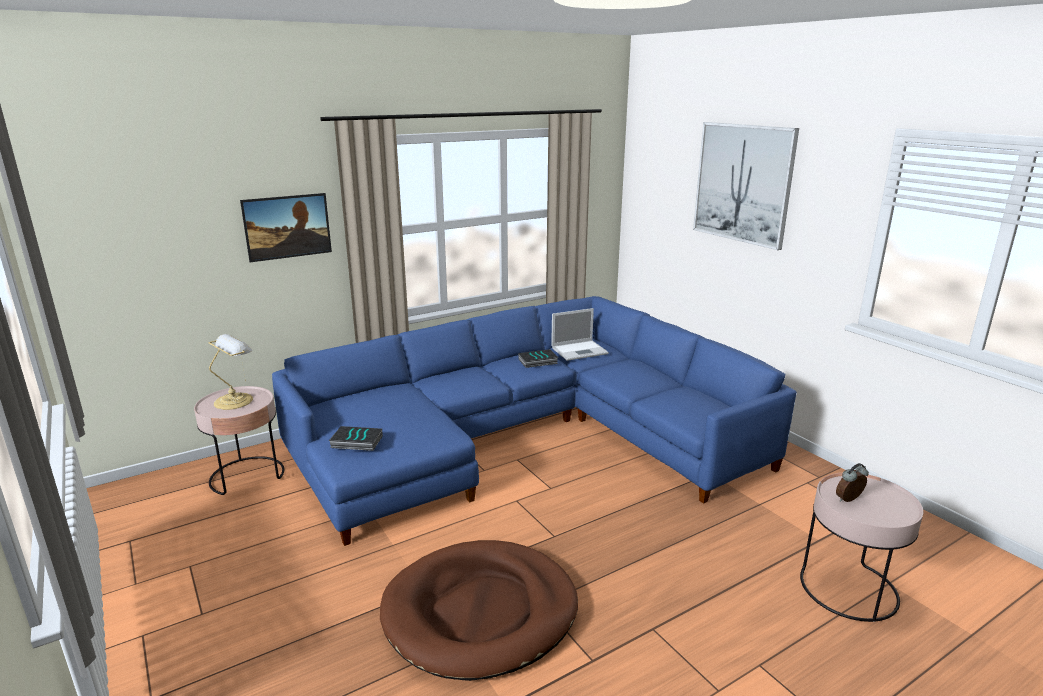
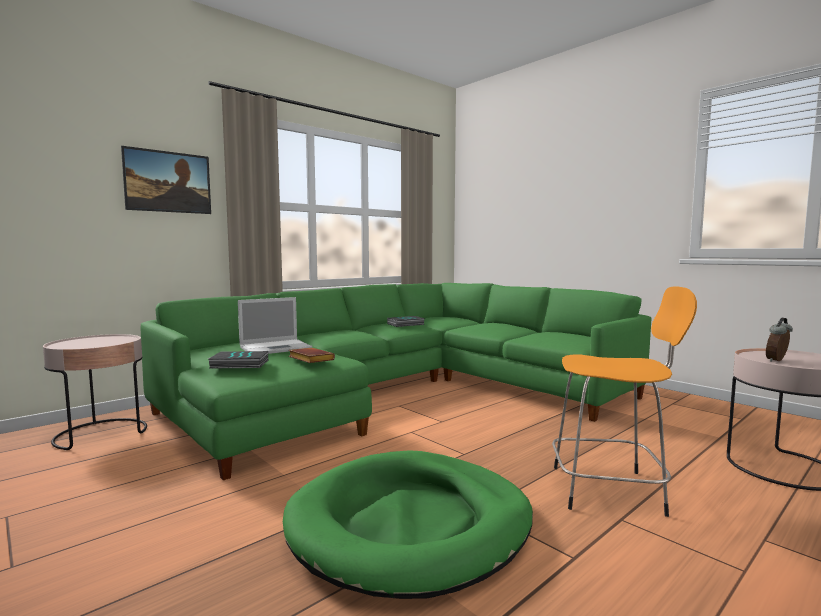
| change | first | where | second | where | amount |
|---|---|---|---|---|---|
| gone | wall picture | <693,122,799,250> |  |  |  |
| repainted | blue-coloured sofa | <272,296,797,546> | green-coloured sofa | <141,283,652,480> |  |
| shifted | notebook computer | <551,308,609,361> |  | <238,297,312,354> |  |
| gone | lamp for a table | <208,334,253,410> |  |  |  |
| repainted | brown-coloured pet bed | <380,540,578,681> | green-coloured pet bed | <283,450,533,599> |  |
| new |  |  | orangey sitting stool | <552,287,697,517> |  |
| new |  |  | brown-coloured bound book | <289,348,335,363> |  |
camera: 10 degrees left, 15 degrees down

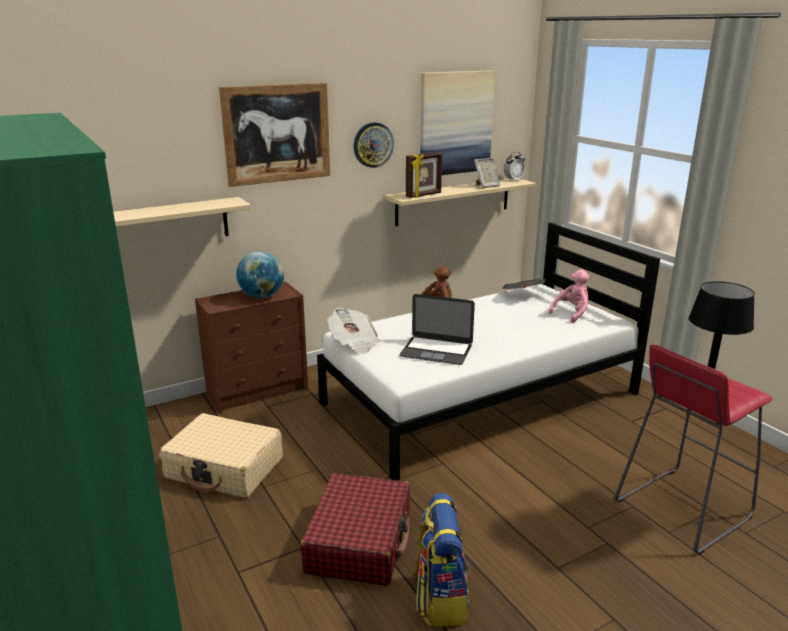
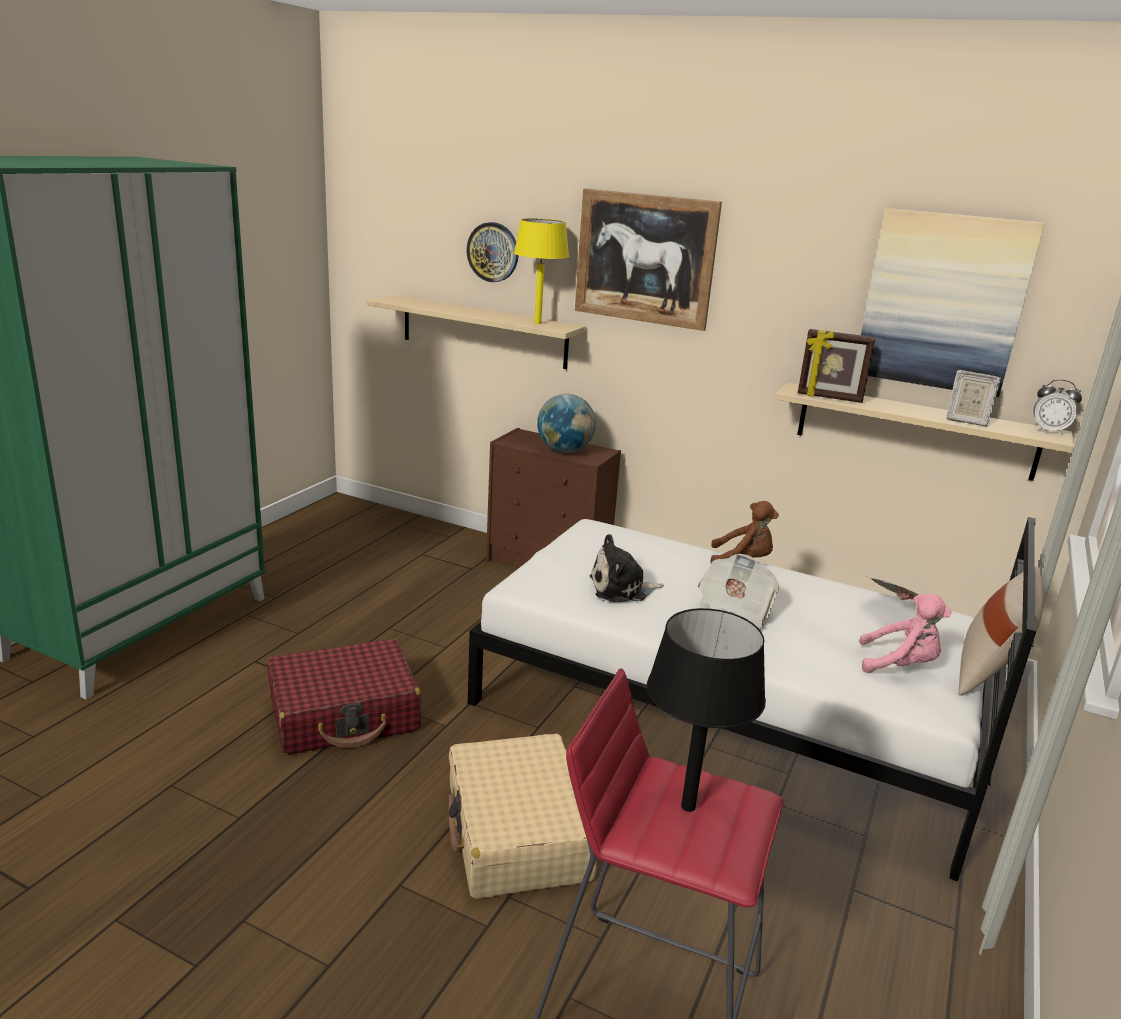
| change | first | where | second | where | amount |
|---|---|---|---|---|---|
| shifted | clock on the wall | <354,122,394,168> |  | <466,222,519,282> |  |
| swapped | notebook computer | <399,294,475,365> | cuddly toy | <590,534,664,602> |  |
| shifted | daily paper | <327,308,380,354> |  | <698,554,779,628> |  |
| shifted | beige-coloured suitcase | <159,413,283,498> |  | <449,734,597,899> |  |
| gone | rucksack | <414,493,471,626> |  |  |  |
| new |  |  | yellow lamp for a table | <514,218,569,324> |  |
| new |  |  | beige-coloured cushion | <958,567,1044,696> |  |
camera: 55 degrees right, 0 degrees up

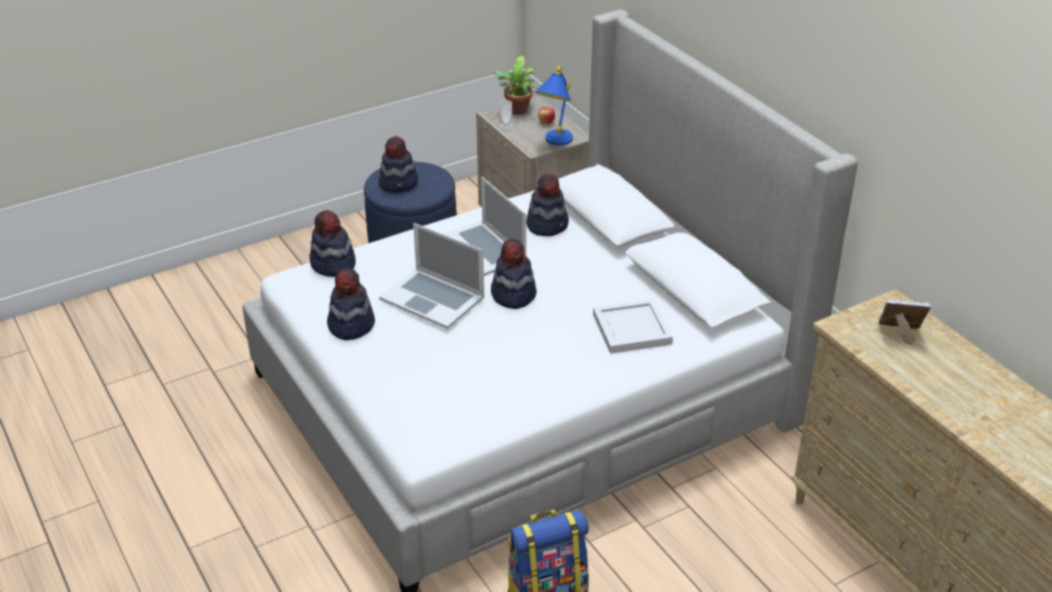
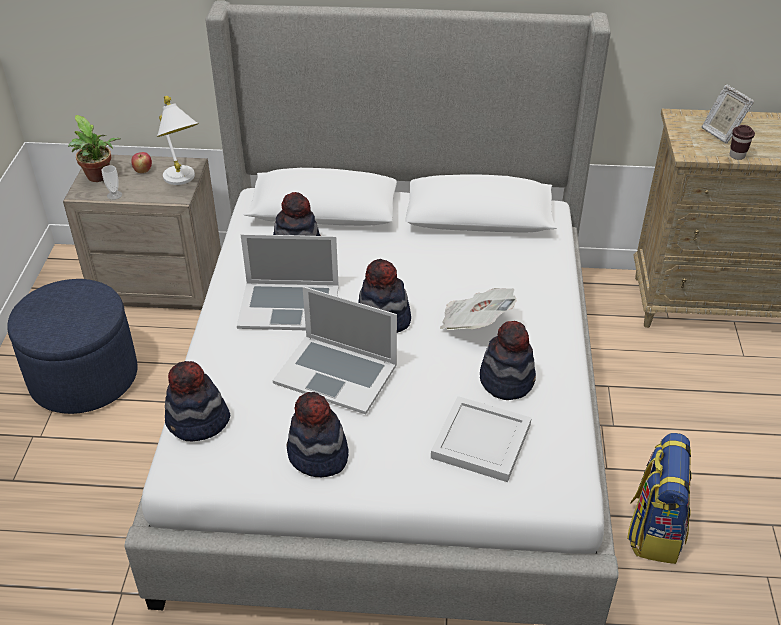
| change | first | where | second | where | amount |
|---|---|---|---|---|---|
| repainted | blue-coloured lamp for a table | <535,66,573,145> | white-coloured lamp for a table | <157,96,199,185> |  |
| shifted | wearable hat | <379,136,418,193> |  | <480,321,536,400> |  |
| rotated | notebook computer | <379,223,484,329> |  | <273,286,397,414> | 45 degrees clockwise |
| shifted | white-coloured carrying tray | <593,299,673,353> |  | <431,396,532,482> |  |
| rotated | picture frame | <878,299,932,345> |  | <702,84,754,144> | 75 degrees counterclockwise |
| new |  |  | brown-coloured small cup | <730,125,755,160> |  |
| new |  |  | daily paper | <440,288,516,330> |  |
camera: 55 degrees left, 5 degrees up

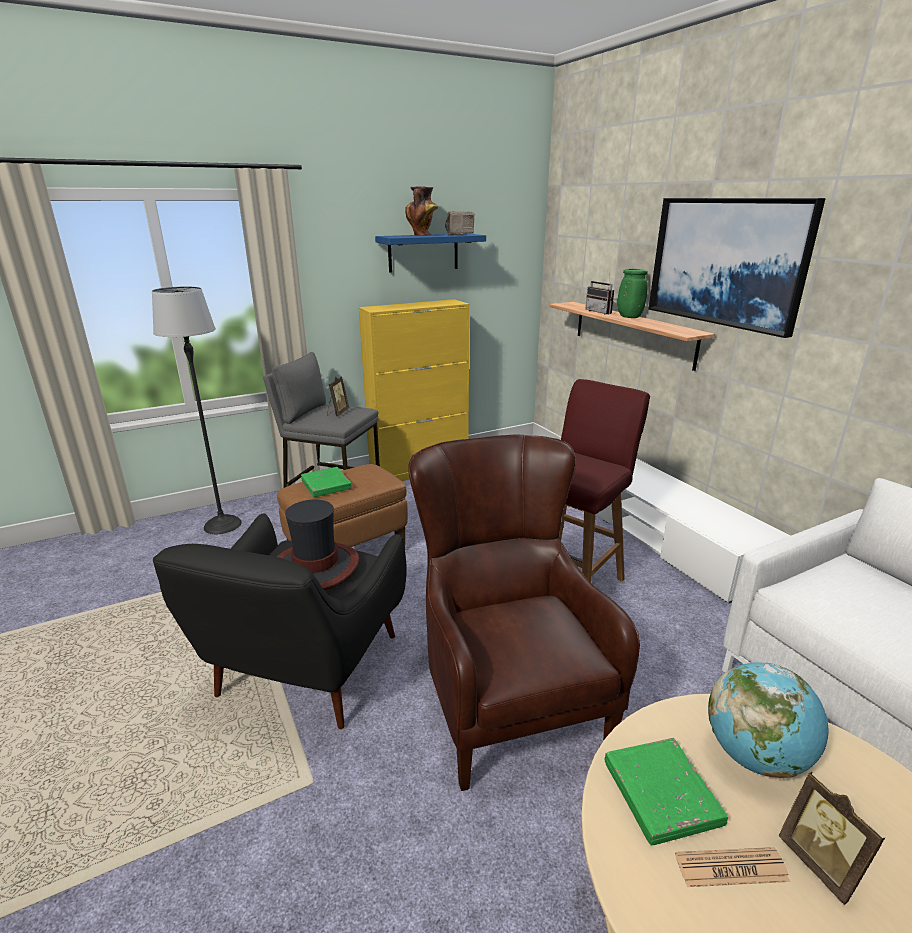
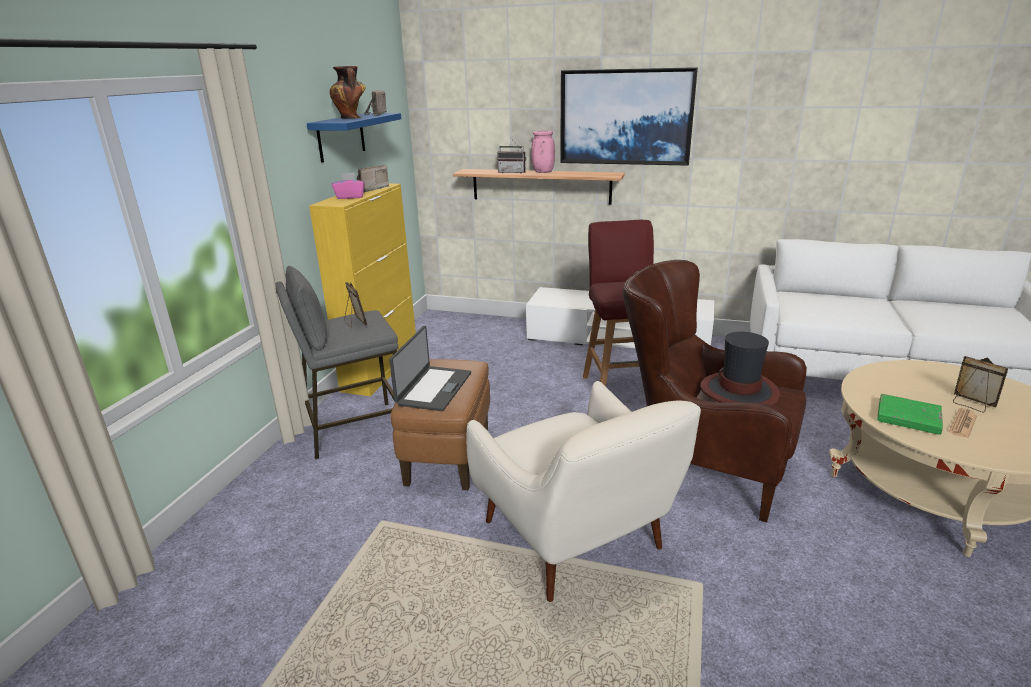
| change | first | where | second | where | amount |
|---|---|---|---|---|---|
| repainted | green-coloured decorative vase | <617,269,648,318> | pinkish decorative vase | <531,131,555,173> |  |
| gone | standard lamp | <152,286,242,534> |  |  |  |
| swapped | green-coloured bound book | <301,467,352,497> | notebook computer | <389,326,471,411> |  |
| shifted | wearable hat | <277,500,359,590> |  | <700,332,780,405> |  |
| repainted | blackish lounge chair | <153,513,407,729> | white-coloured lounge chair | <467,381,701,602> |  |
| gone | globe | <708,662,829,778> |  |  |  |
| rotated | picture frame | <778,772,885,905> |  | <953,356,1008,413> | 150 degrees counterclockwise |
| new |  |  | radio receiver | <356,165,389,192> |  |
| new |  |  | pinkish box of tissues | <332,172,365,199> |  |
camera: 45 degrees left, 0 degrees up

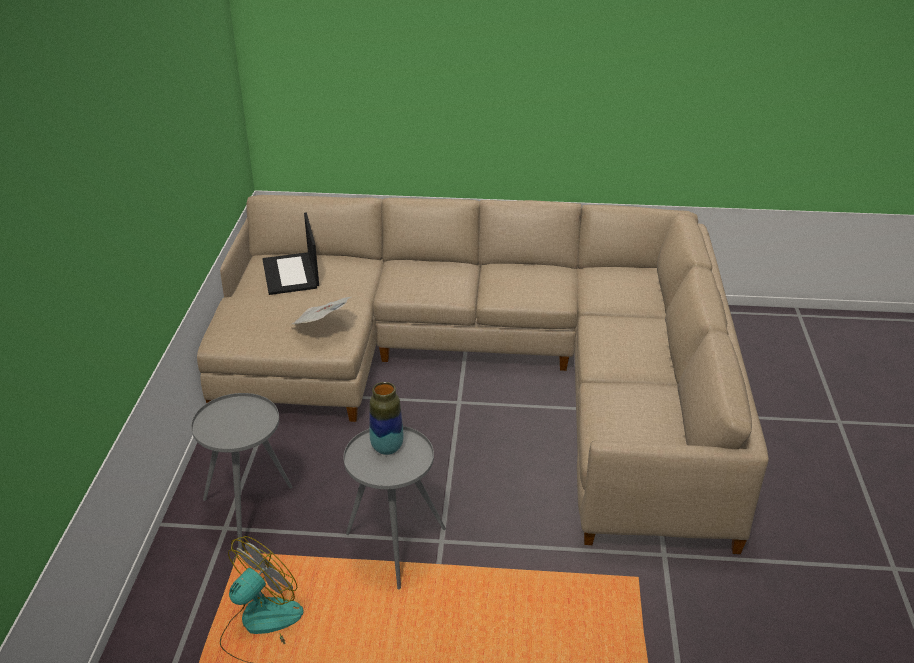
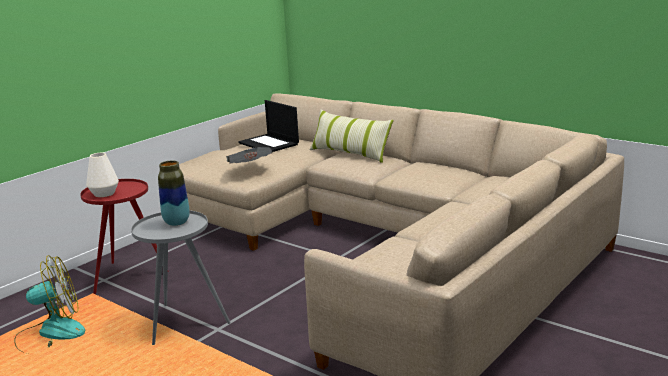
| change | first | where | second | where | amount |
|---|---|---|---|---|---|
| rotated | notebook computer | <262,213,319,295> |  | <238,100,299,152> | 60 degrees counterclockwise |
| repainted | grey side table | <191,393,292,550> | red side table | <80,179,169,294> |  |
| new |  |  | cushion | <309,109,394,163> |  |
| new |  |  | white-coloured decorative vase | <86,153,119,197> |  |
camera: 35 degrees right, 15 degrees down

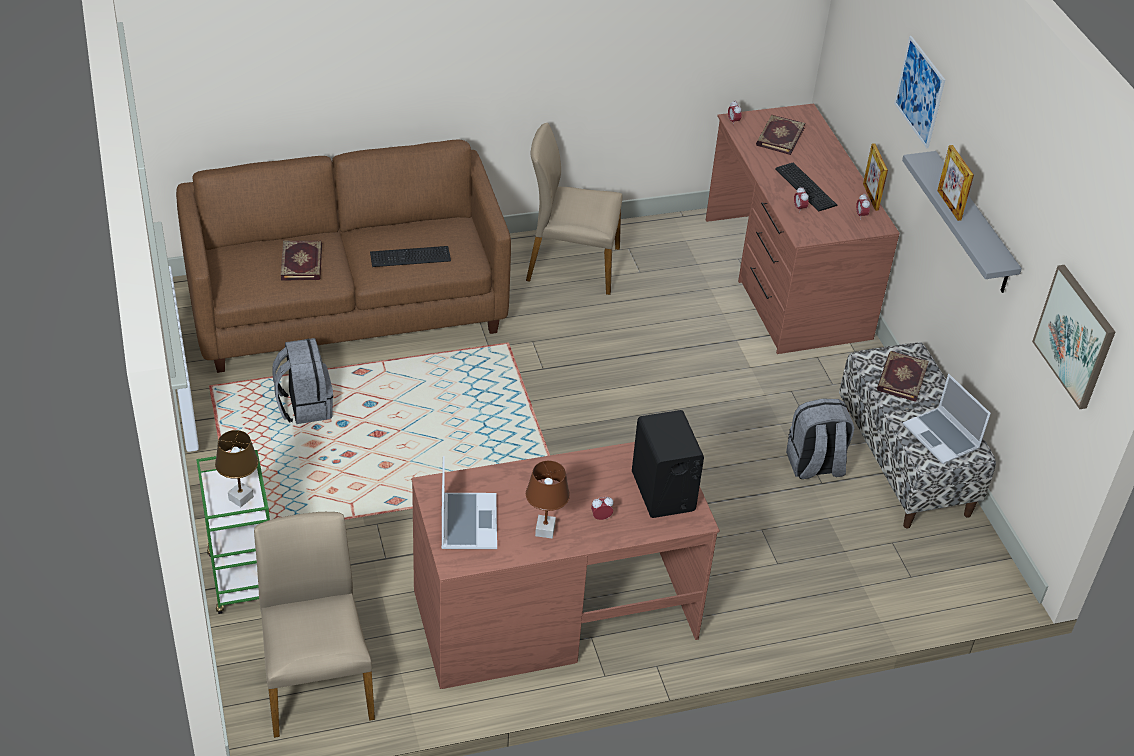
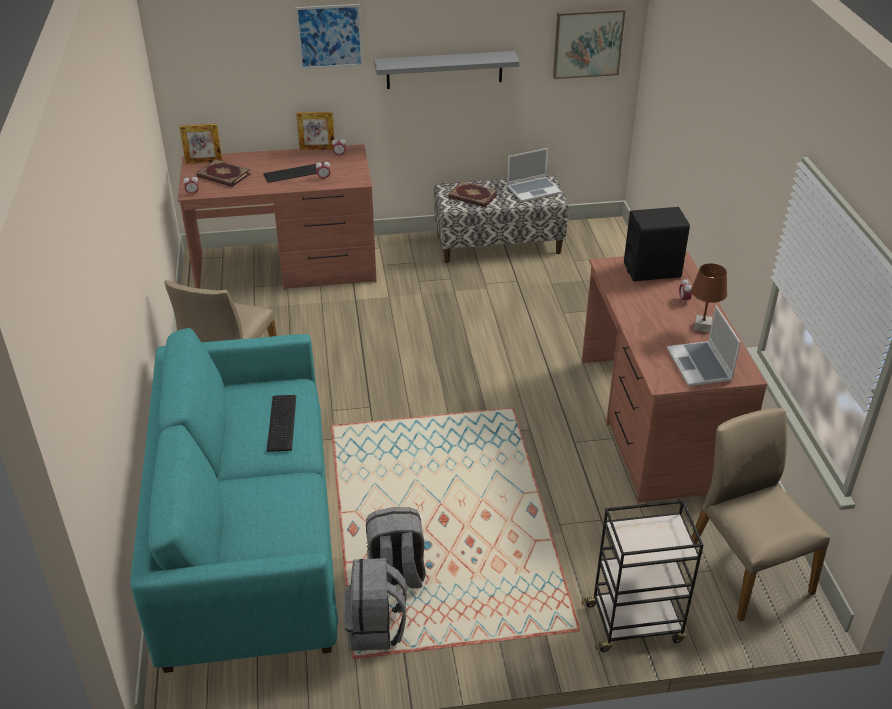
| change | first | where | second | where | amount |
|---|---|---|---|---|---|
| repainted | brown-coloured sofa | <176,140,511,373> | turquoise sofa | <131,328,338,673> |  |
| shifted | picture frame | <937,145,974,221> |  | <180,124,222,164> |  |
| gone | bound book | <281,241,322,281> |  |  |  |
| shifted | grey rucksack | <786,399,854,479> |  | <344,558,407,651> |  |
| gone | brown-coloured lamp for a table | <215,430,258,507> |  |  |  |
| repainted | green-coloured trolley | <196,450,270,614> | blackish trolley | <581,500,704,652> |  |
| rotated | notebook computer | <442,456,497,549> |  | <667,305,741,386> | 105 degrees counterclockwise |
| rotated | beige-coloured chair | <254,512,375,738> |  | <692,408,830,622> | 75 degrees clockwise |
camera: 80 degrees left, 5 degrees down

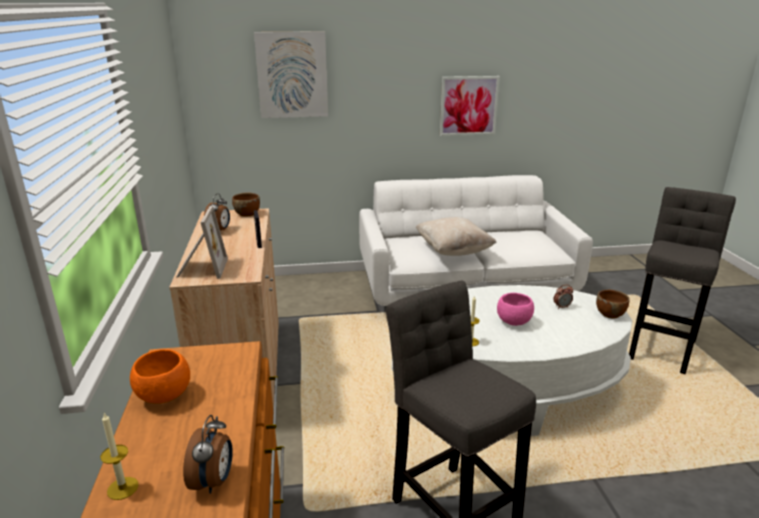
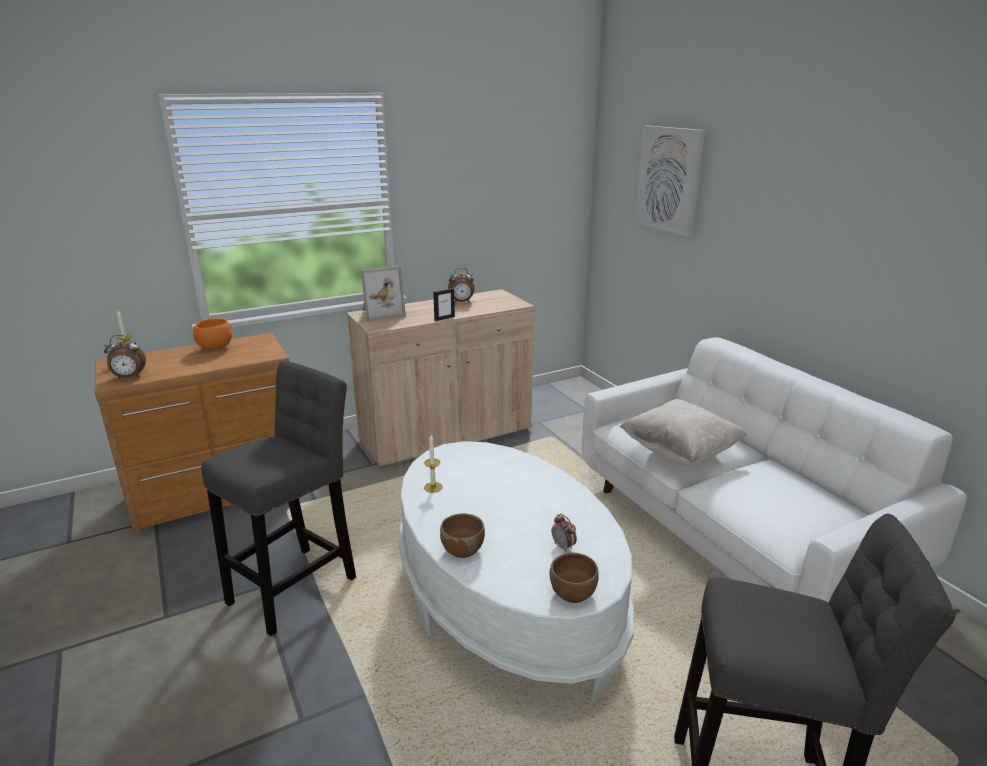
| change | first | where | second | where | amount |
|---|---|---|---|---|---|
| gone | wall picture | <440,76,500,136> |  |  |  |
| shifted | brown-coloured bowl | <232,193,260,217> |  | <440,513,485,558> |  |
| gone | pinkish bowl | <497,293,534,326> |  |  |  |
camera: 70 degrees right, 0 degrees up

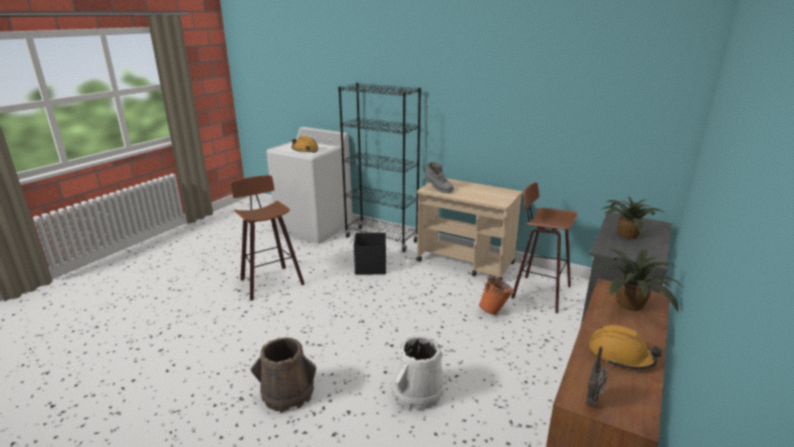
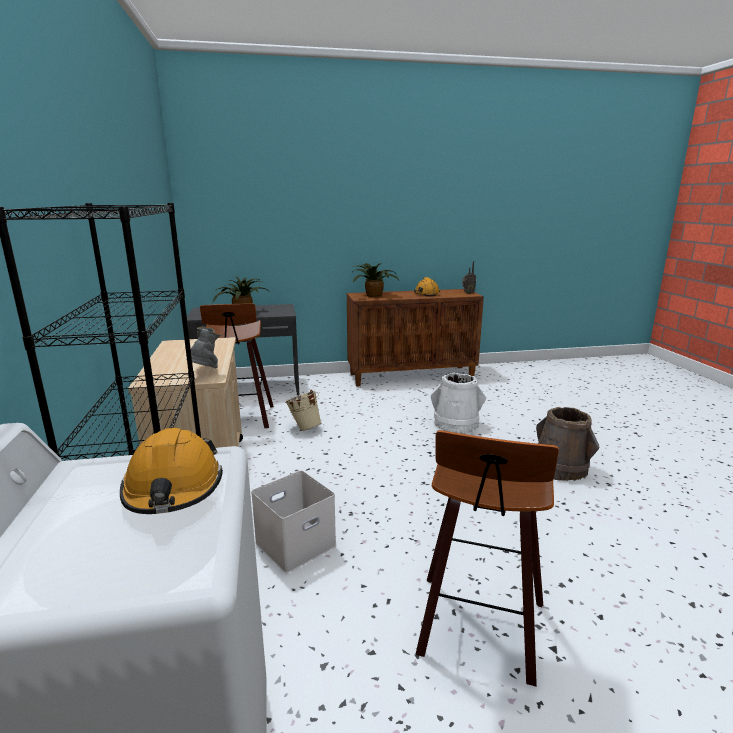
| change | first | where | second | where | amount |
|---|---|---|---|---|---|
| repainted | blackish storage bin | <354,233,386,275> | white-coloured storage bin | <251,470,336,573> |  |
| repainted | orangey bucket | <479,276,514,315> | beige-coloured bucket | <285,390,321,431> |  |
camera: 130 degrees left, 5 degrees down

